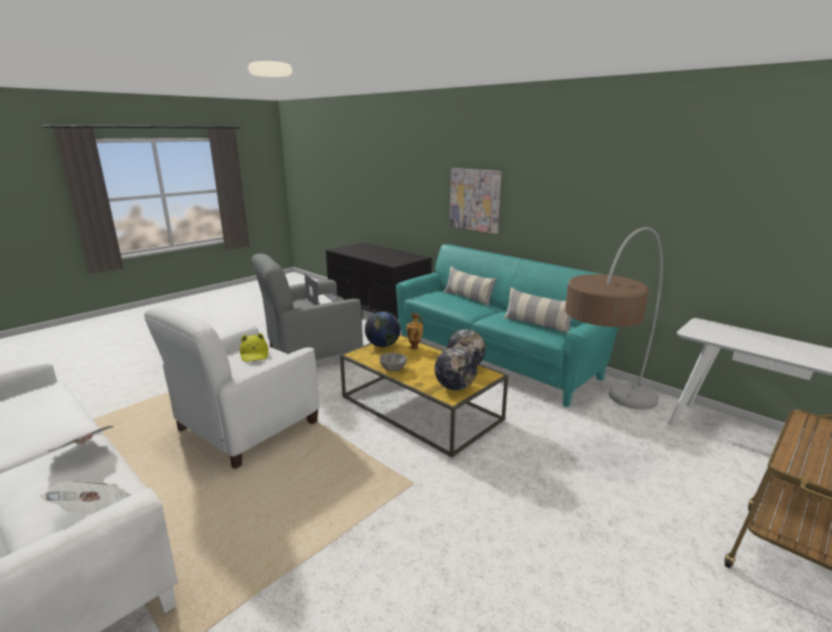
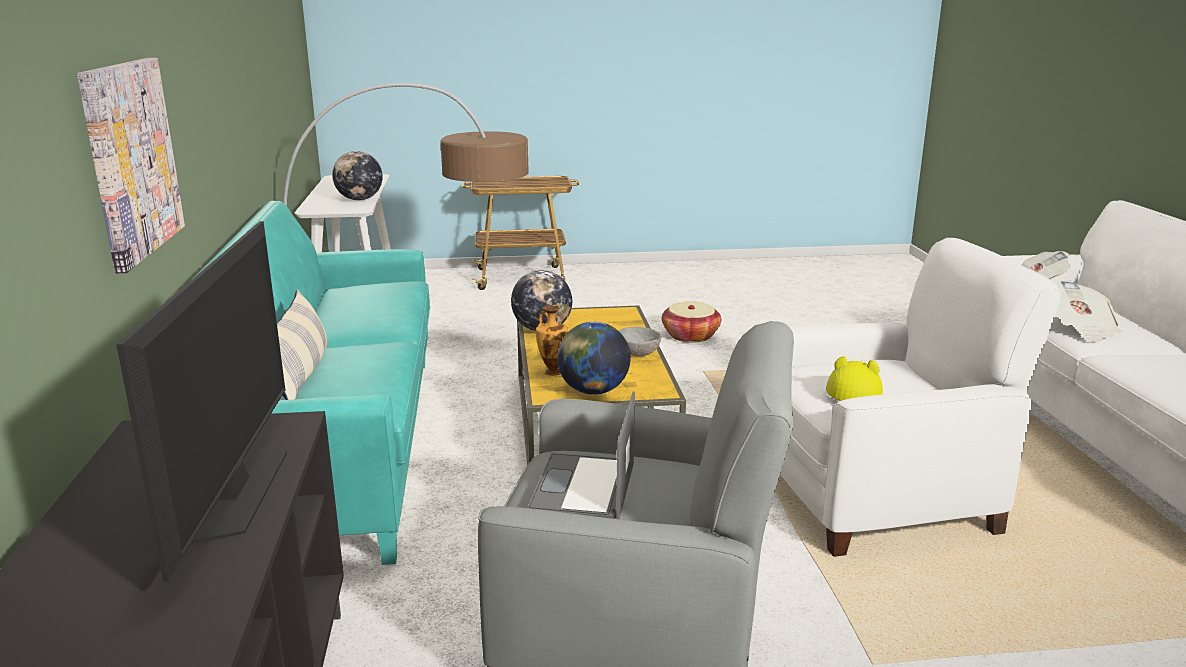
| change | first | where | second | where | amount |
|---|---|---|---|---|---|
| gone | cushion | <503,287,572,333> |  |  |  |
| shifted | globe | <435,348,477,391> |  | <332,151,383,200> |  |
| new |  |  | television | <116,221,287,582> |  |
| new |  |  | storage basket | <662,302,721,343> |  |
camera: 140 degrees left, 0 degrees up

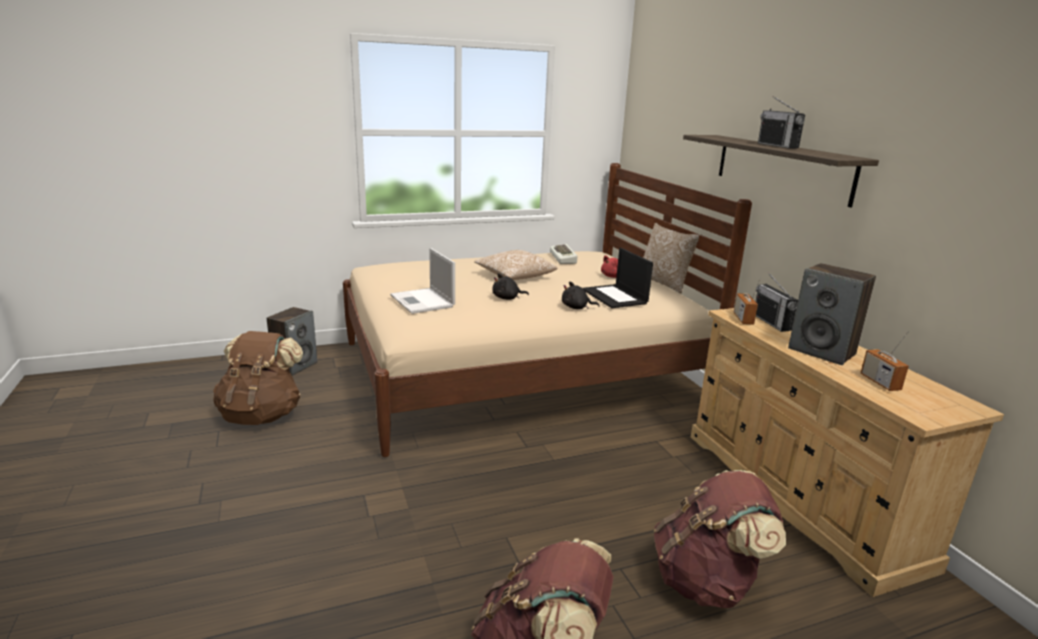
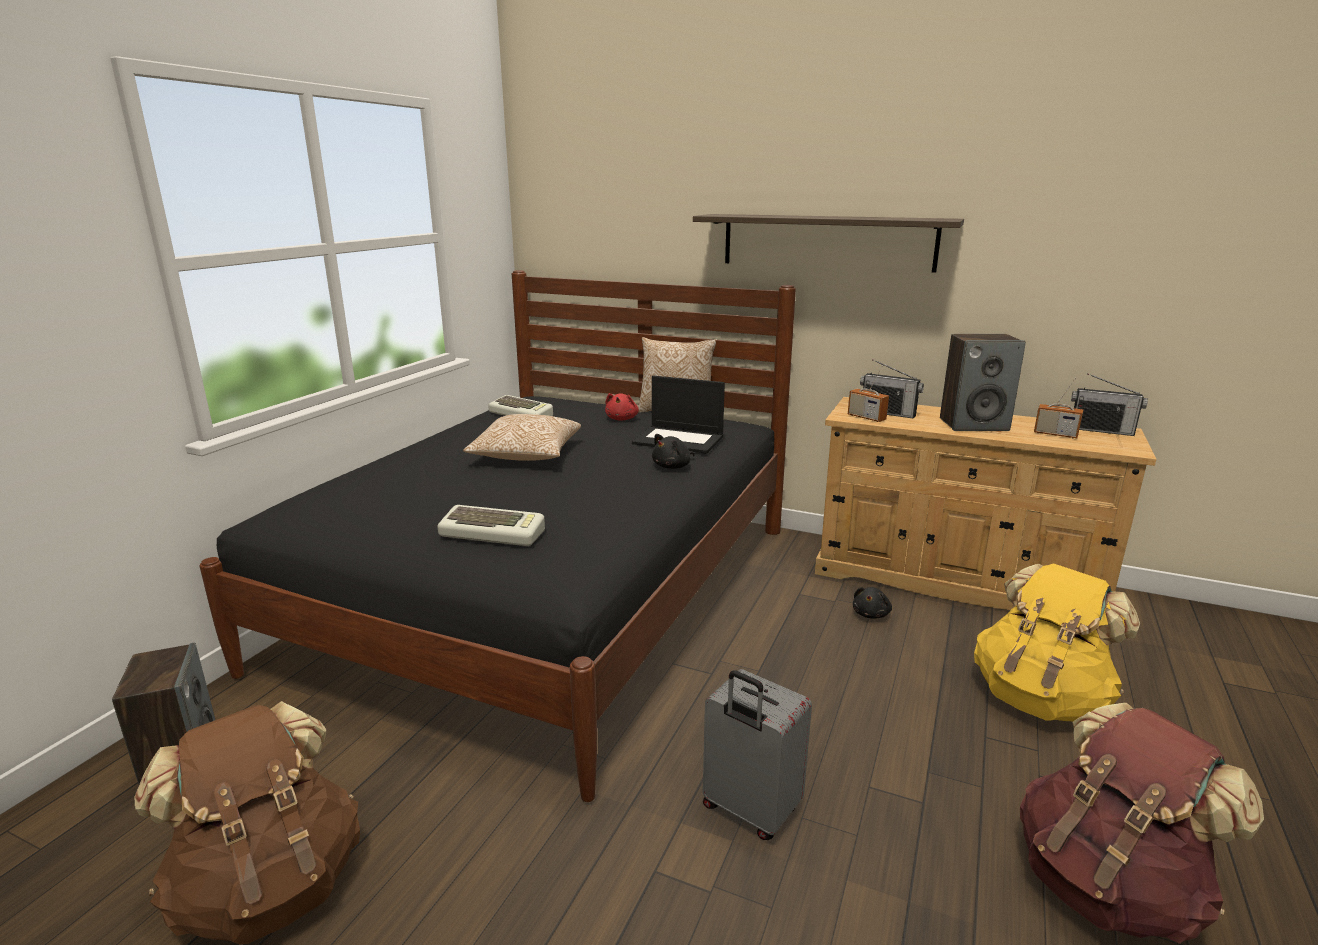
| change | first | where | second | where | amount |
|---|---|---|---|---|---|
| shifted | radio receiver | <758,96,805,149> |  | <1071,373,1148,436> |  |
| repainted | beige-coloured bedroom bed | <343,163,752,457> | blackish bedroom bed | <200,270,796,802> |  |
| swapped | notebook computer | <390,248,455,314> | keyboard | <437,505,545,546> |  |
| shifted | blackish cuddly toy | <492,273,529,300> |  | <853,587,892,619> |  |
| repainted | brown-coloured rucksack | <654,470,786,608> | yellow rucksack | <974,563,1140,721> |  |
| new |  |  | grey suitcase | <703,669,812,840> |  |
camera: 45 degrees left, 0 degrees up

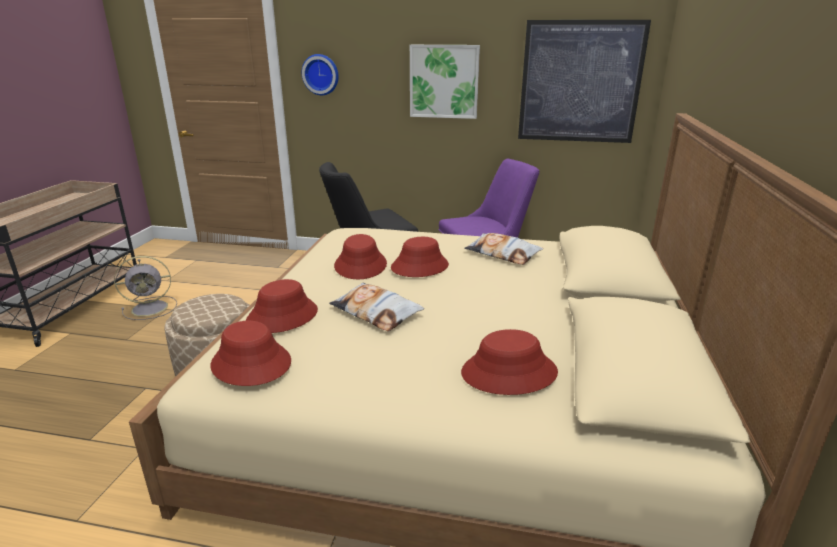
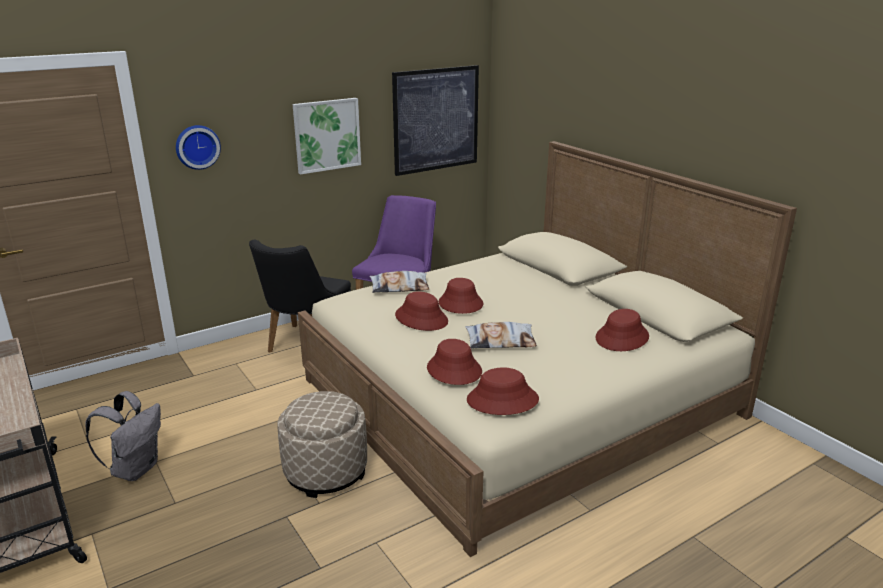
| change | first | where | second | where | amount |
|---|---|---|---|---|---|
| shifted | cushion | <464,233,543,265> |  | <369,271,429,293> |  |
| swapped | grey electric fan | <114,256,177,320> | grey rucksack | <85,391,161,481> |  |
camera: 45 degrees left, 0 degrees up

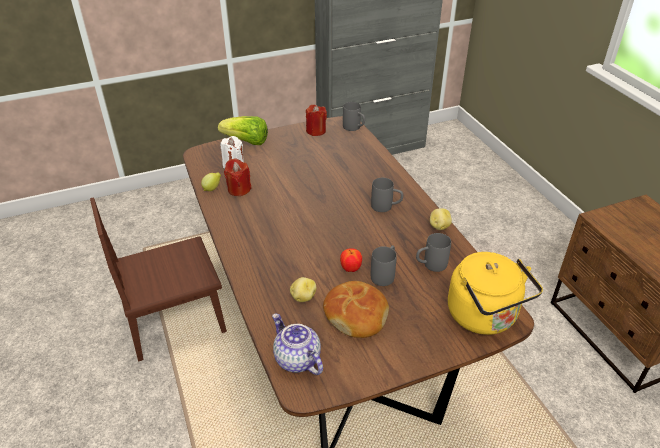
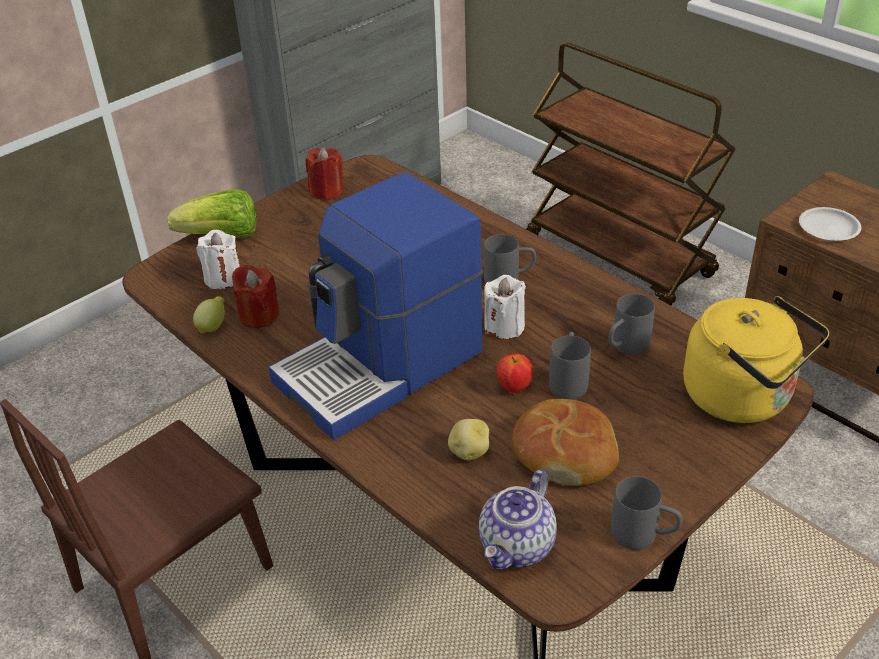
| change | first | where | second | where | amount |
|---|---|---|---|---|---|
| shifted | grey mug | <343,102,365,131> |  | <611,476,683,550> |  |
| gone | potato | <430,209,452,230> |  |  |  |
| rotated | tea pot | <272,314,323,375> |  | <479,470,557,570> | 90 degrees counterclockwise |
| new |  |  | brown-coloured trolley | <526,42,736,306> |  |
| new |  |  | coffee machine | <268,172,483,440> |  |
| new |  |  | white-coloured plate | <799,207,861,241> |  |
| new |  |  | white-coloured candle | <484,275,526,339> |  |
camera: 20 degrees left, 0 degrees up

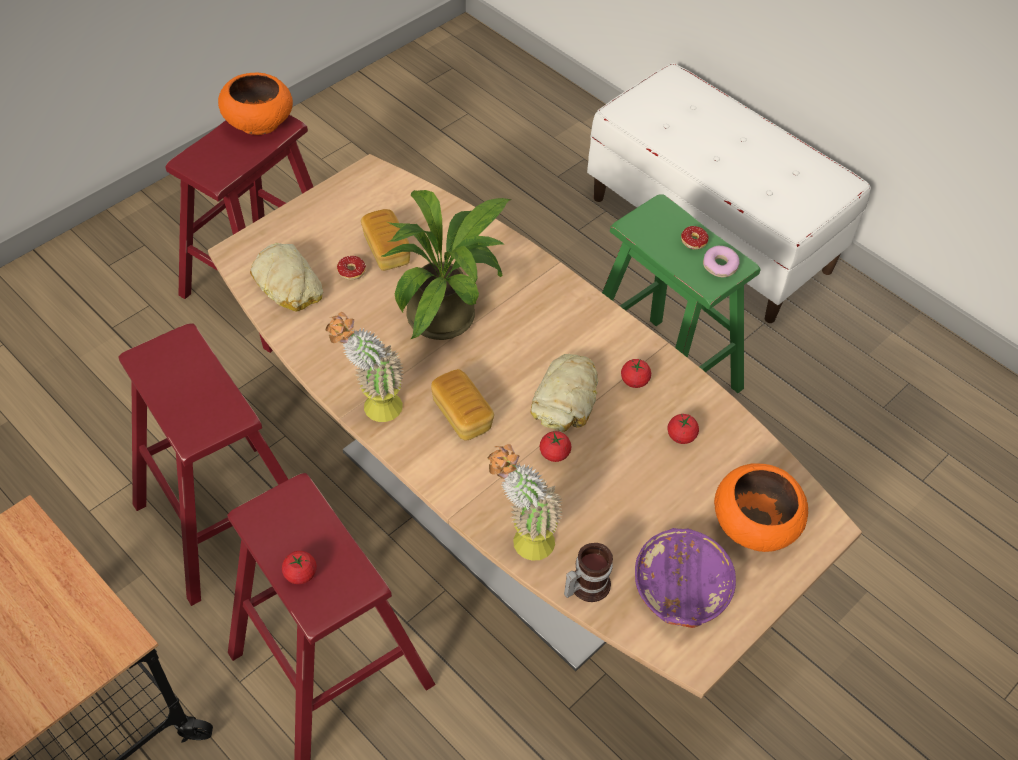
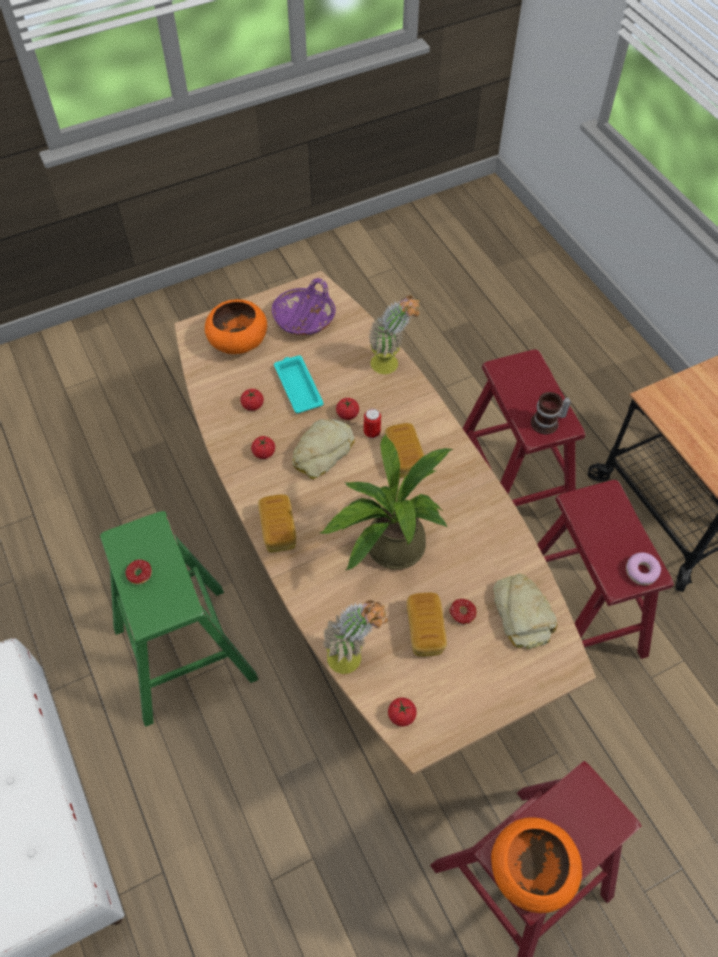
| change | first | where | second | where | amount |
|---|---|---|---|---|---|
| shifted | ring doughnut | <703,246,740,277> |  | <626,552,661,585> |  |
| shifted | potted plant | <326,312,404,422> |  | <323,601,388,674> |  |
| shifted | mug | <564,543,613,602> |  | <531,392,571,434> |  |
| shifted | tomato | <282,551,317,584> |  | <388,698,417,727> |  |
| new |  |  | turquoise carrying tray | <274,355,324,413> |  |
| new |  |  | sealed can | <364,408,381,438> |  |
| new |  |  | baked bread | <258,494,296,553> |  |
camera: 160 degrees left, 5 degrees up

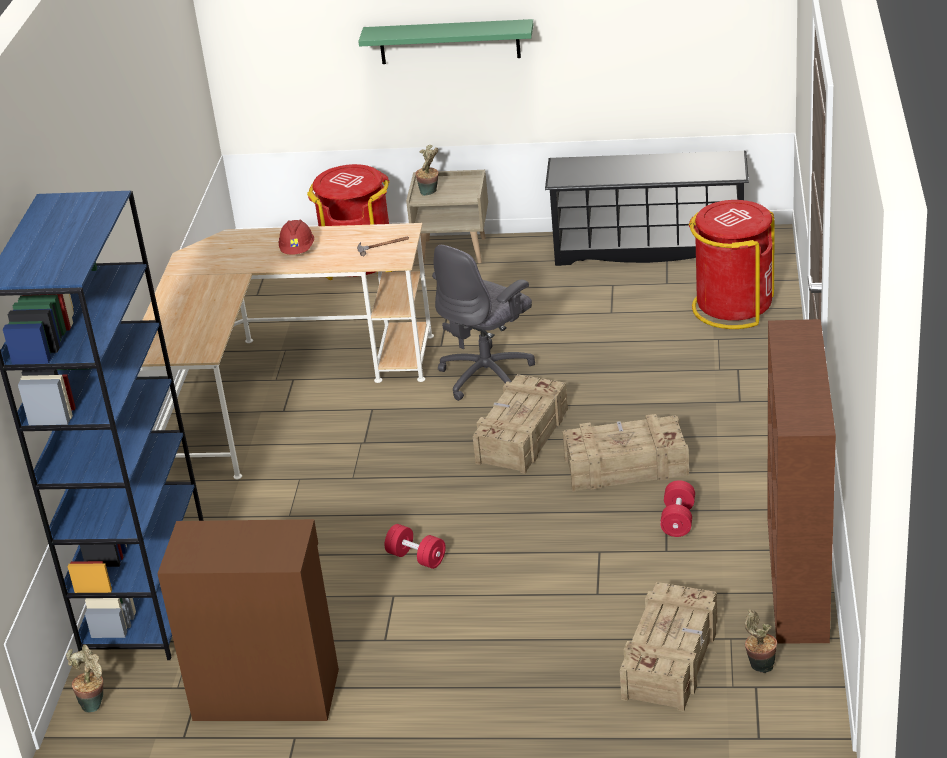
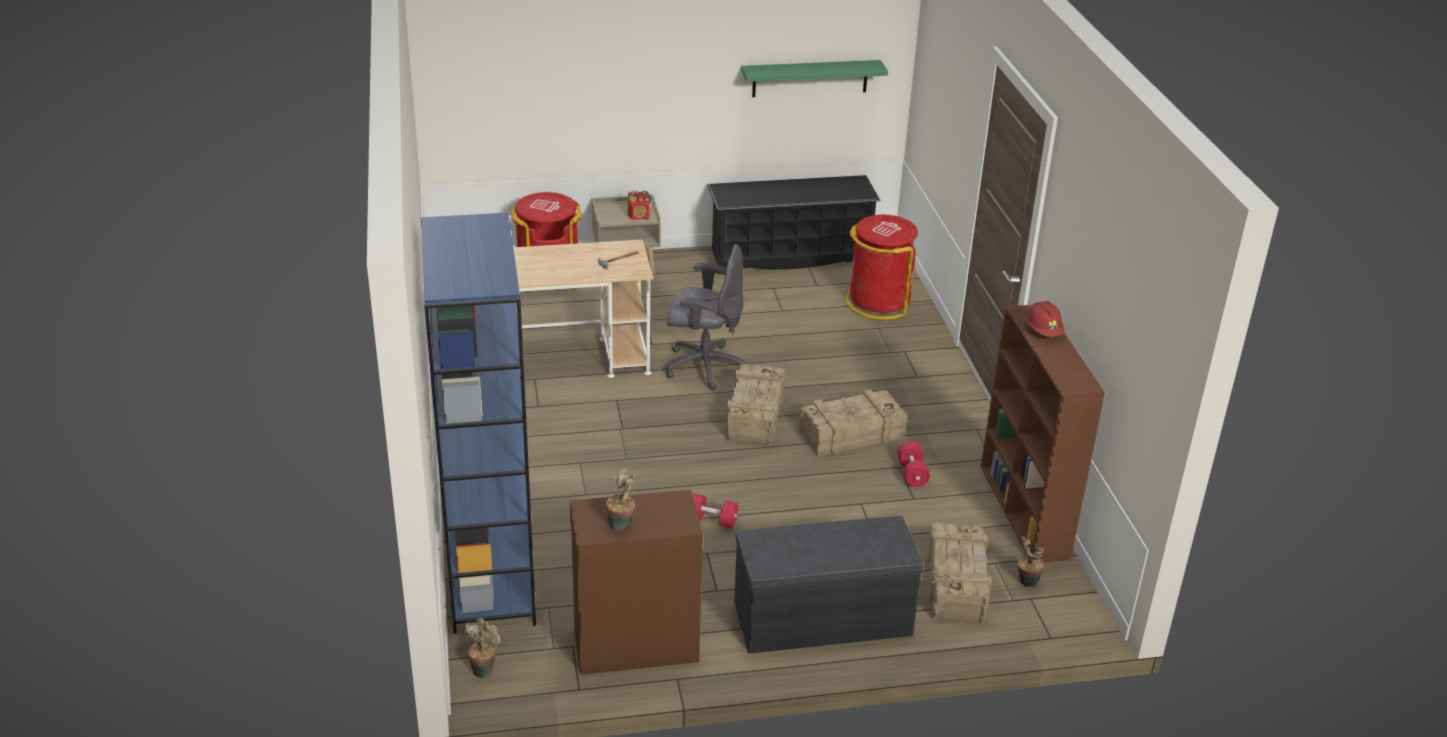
| change | first | where | second | where | amount |
|---|---|---|---|---|---|
| shifted | green-coloured wall shelf | <358,19,534,64> |  | <741,60,888,97> |  |
| shifted | potted plant | <415,145,438,196> |  | <606,469,636,531> |  |
| shifted | red hard hat | <278,220,314,255> |  | <1025,301,1065,337> |  |
| rotated | grey computer chair | <432,245,535,401> |  | <666,244,747,391> | 105 degrees counterclockwise |
| new |  |  | radio receiver | <628,190,651,220> |  |
| new |  |  | grey indoor bench | <734,516,923,654> |  |
camera: 20 degrees left, 0 degrees up

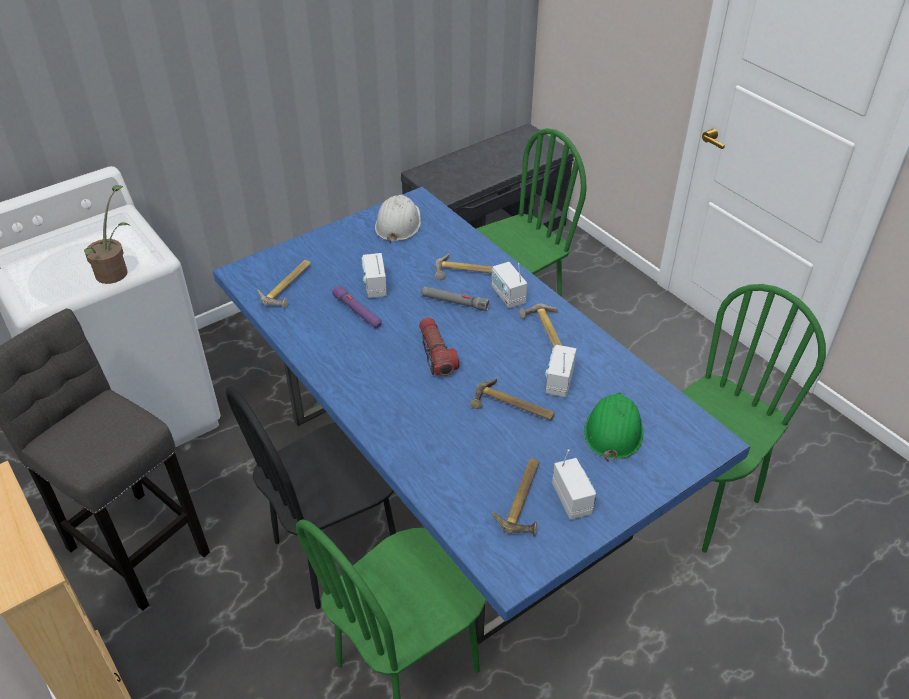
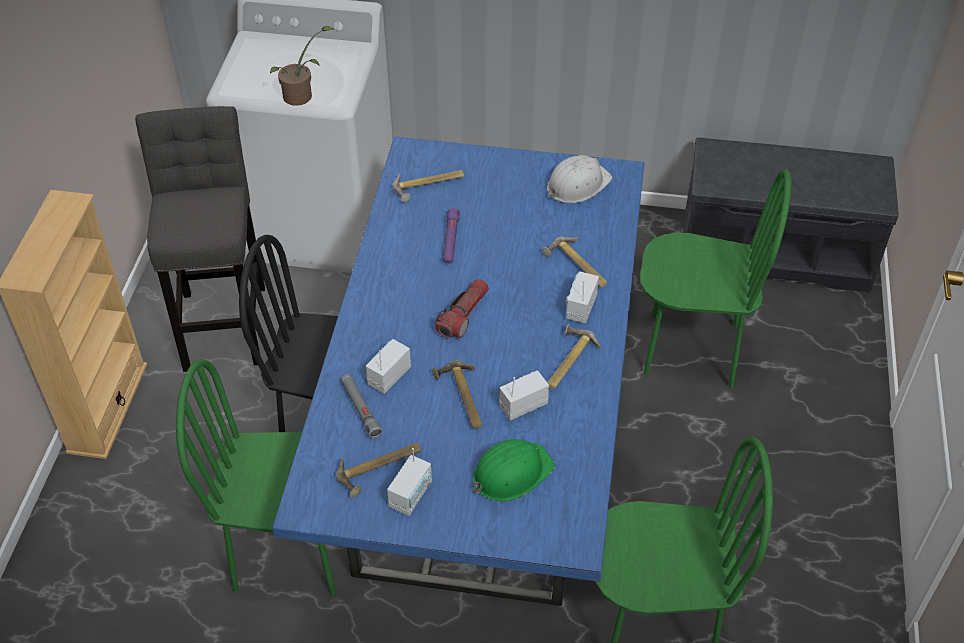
| change | first | where | second | where | amount |
|---|---|---|---|---|---|
| shifted | radio receiver | <361,253,387,298> |  | <366,339,411,394> |  |
| shifted | grey flashlight | <421,287,489,311> |  | <341,374,382,438> |  |
camera: 45 degrees right, 5 degrees up

